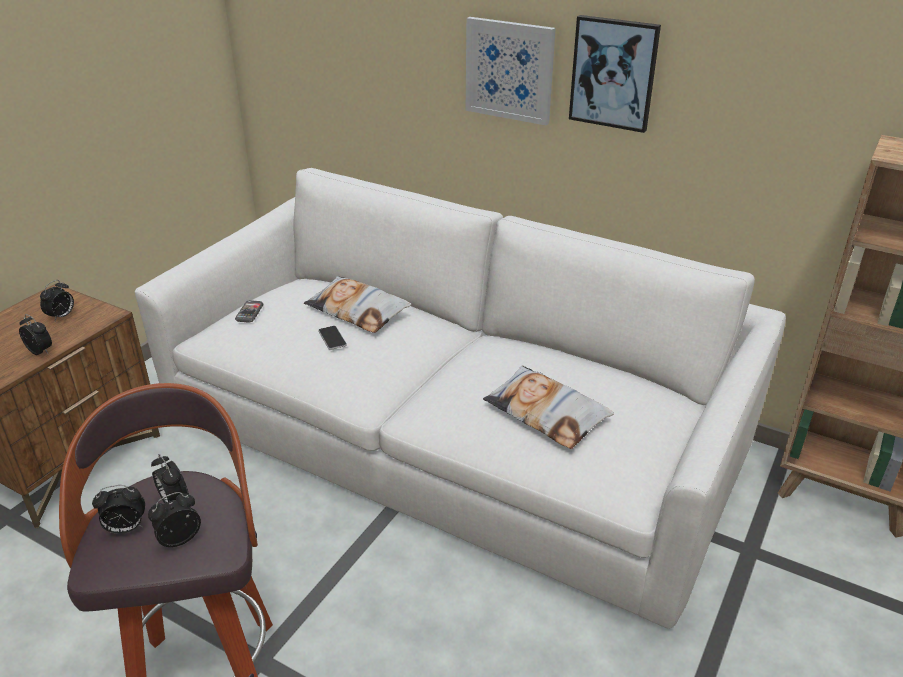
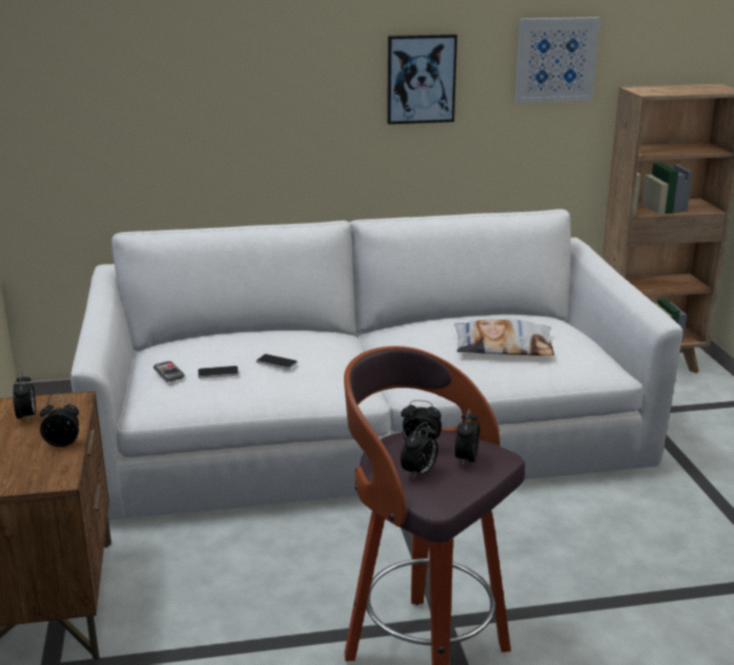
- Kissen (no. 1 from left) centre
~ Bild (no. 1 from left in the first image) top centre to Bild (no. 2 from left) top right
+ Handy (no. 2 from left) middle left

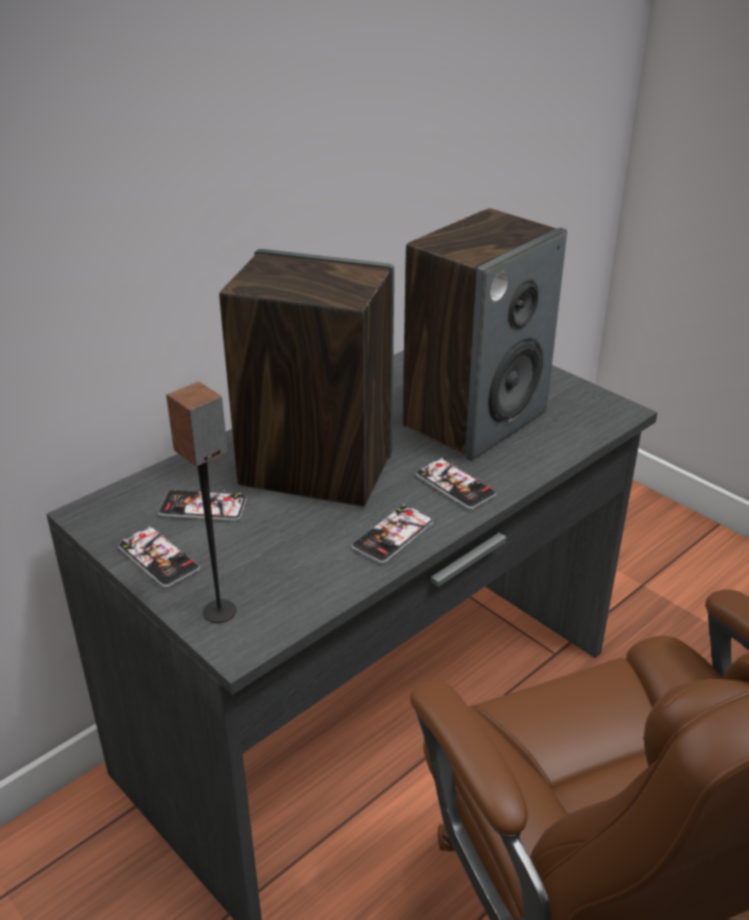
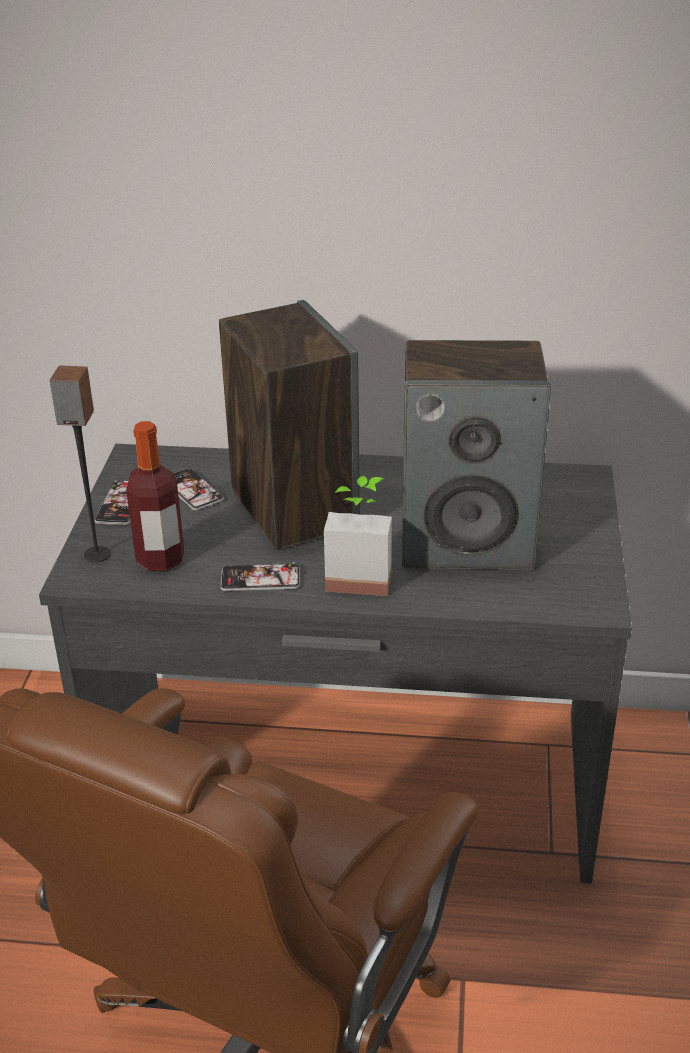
~ Handy (no. 4 from left) centre to Topfpflanze centre
+ Flasche middle left

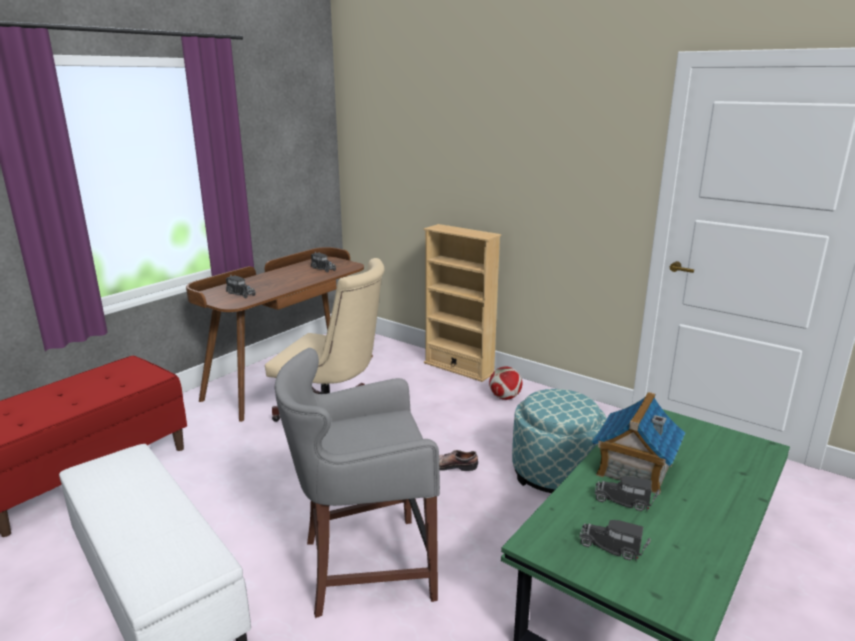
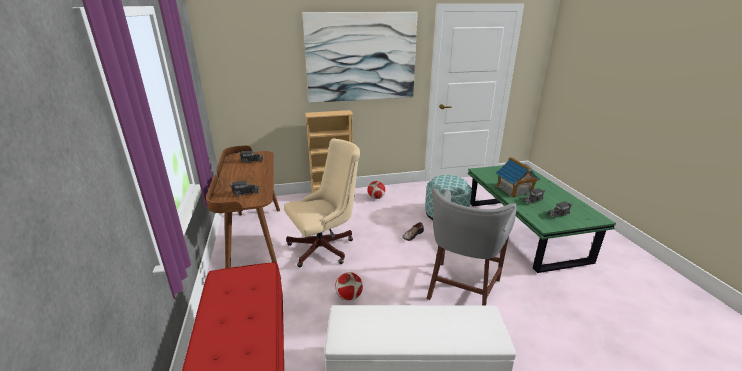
+ Bild top centre
+ Fußball (no. 1 from left) bottom centre

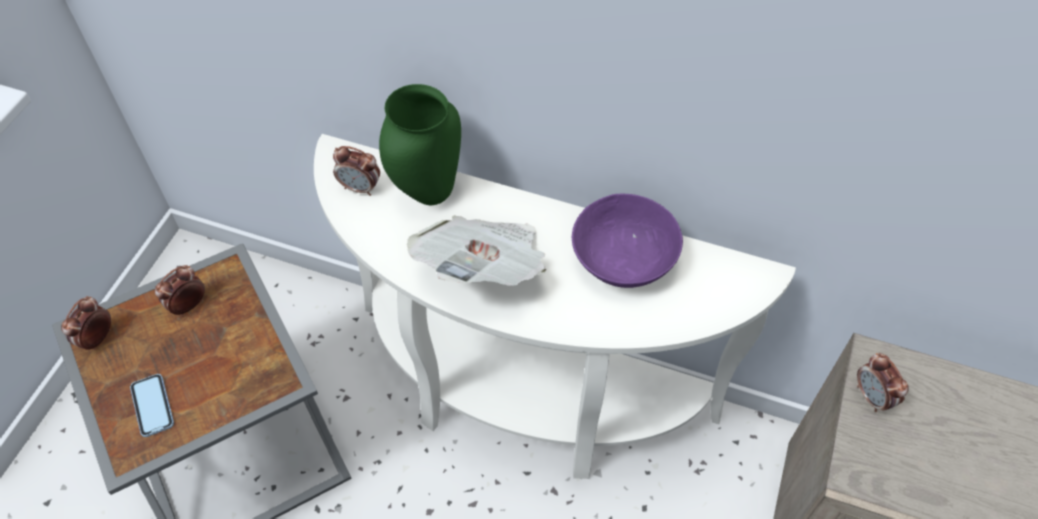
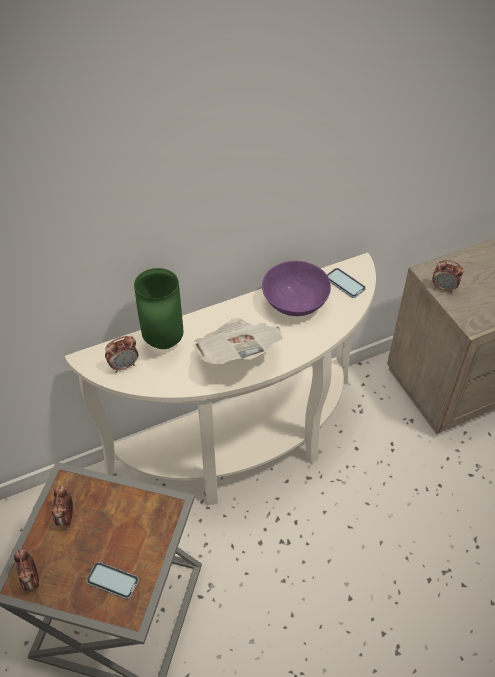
+ Handy (no. 2 from left) middle right

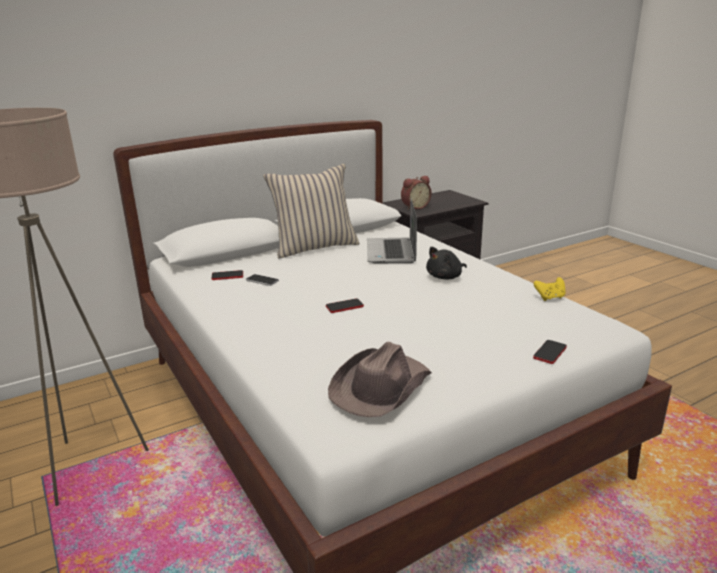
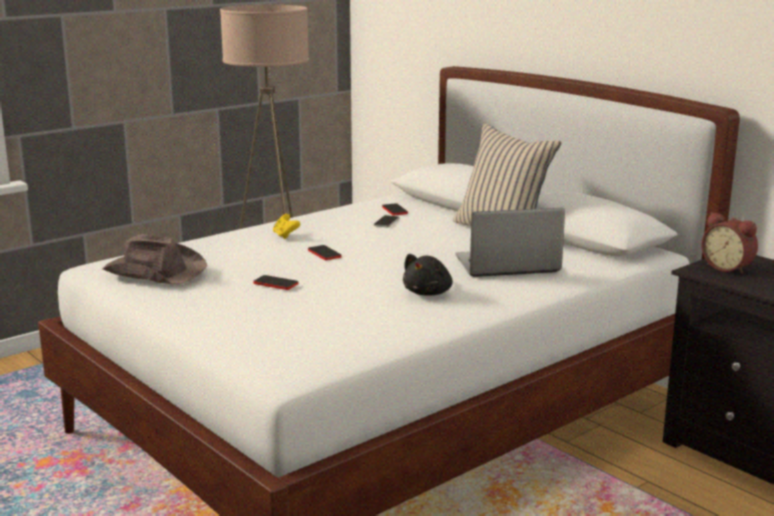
~ Plüschtier [schwarz] centre = centre 105 degrees counterclockwise
~ Handy (no. 4 from left in the first image) middle right to Handy (no. 1 from left) centre
~ Gamepad [gelb] middle right to centre

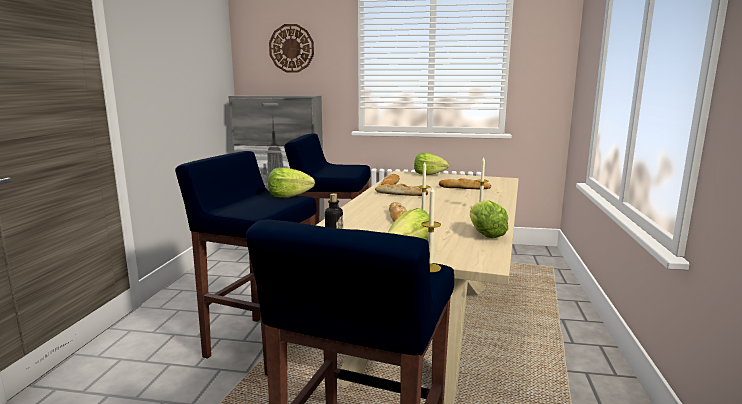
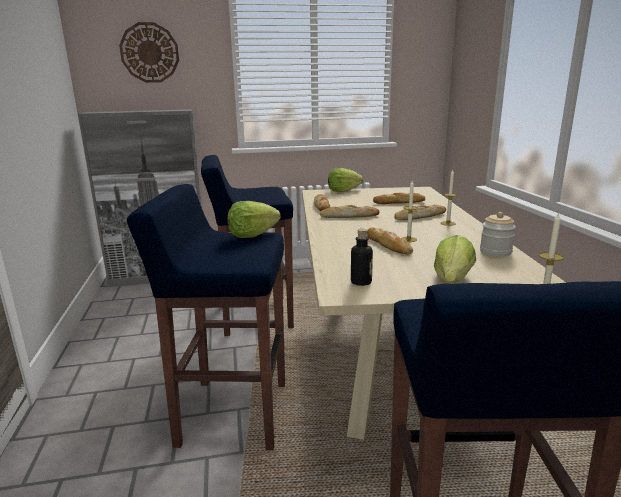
~ Salatkopf (no. 4 from left) centre to Vorratsglas middle right
+ Brot (no. 5 from left) middle right

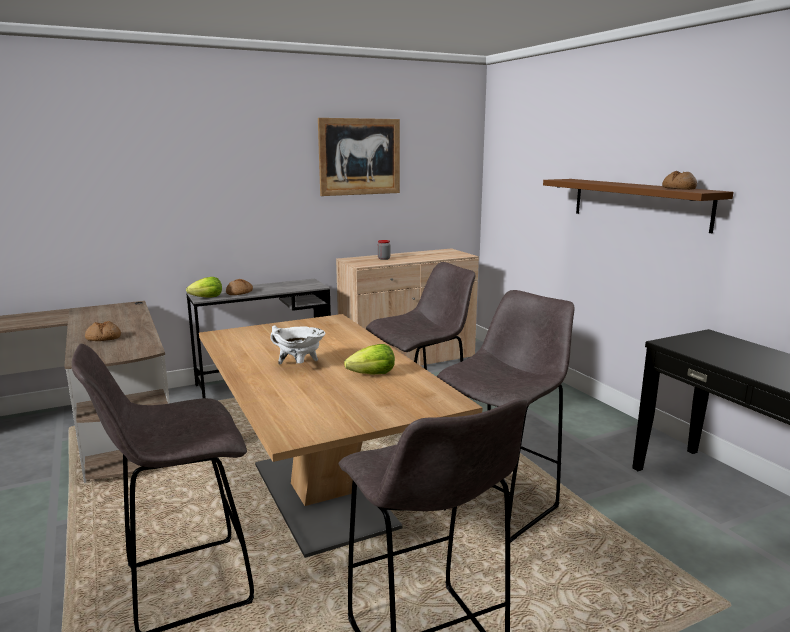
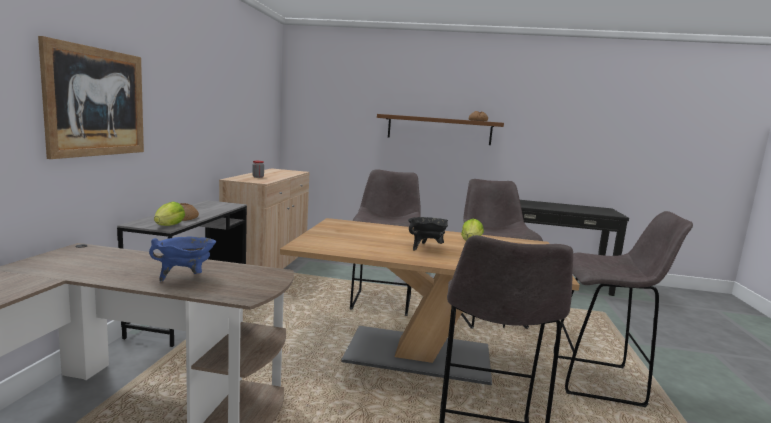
~ Brot (no. 1 from left) middle left to Kochtopf [blau] middle left
~ Kochtopf [weiß] centre to Kochtopf [schwarz] centre
~ Bild top centre to top left

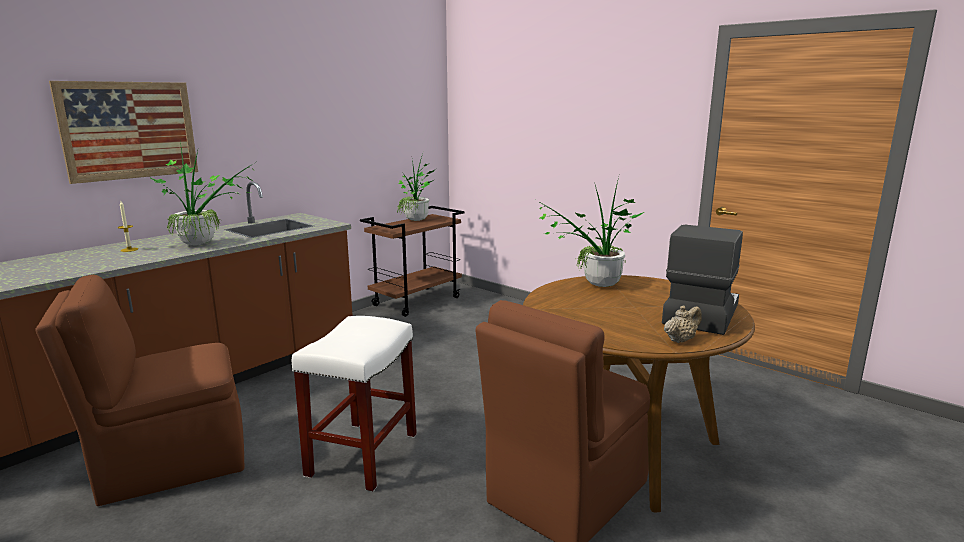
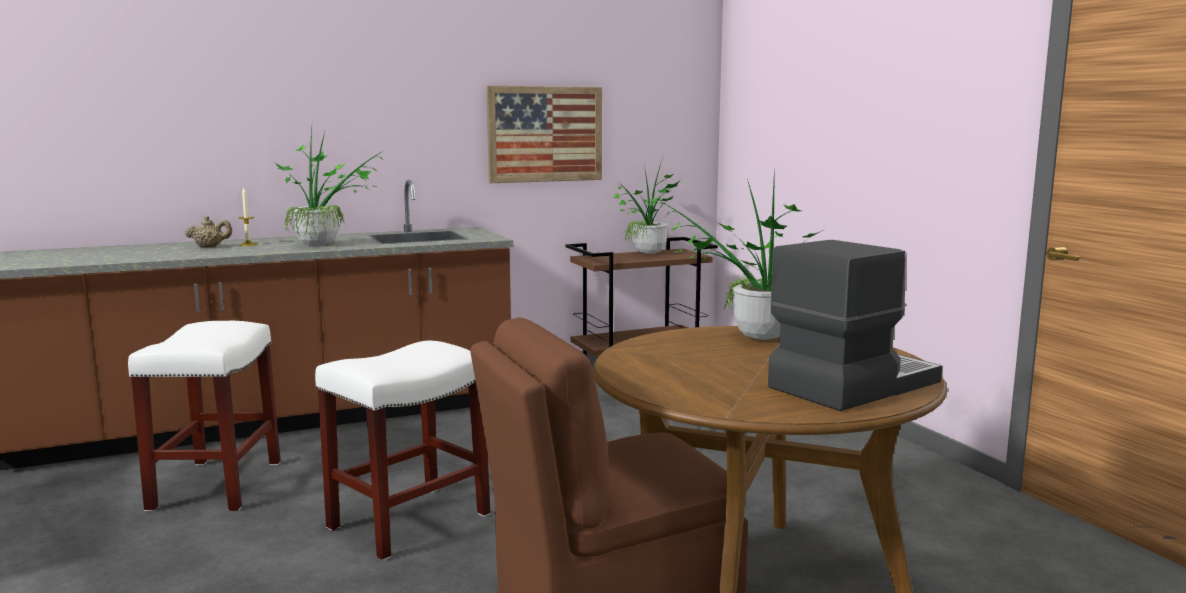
~ Stuhl [braun] (no. 1 from left) bottom left to Hocker [weiß] (no. 1 from left) bottom left
~ Bild top left to top centre
~ Teekanne [beige] middle right to middle left

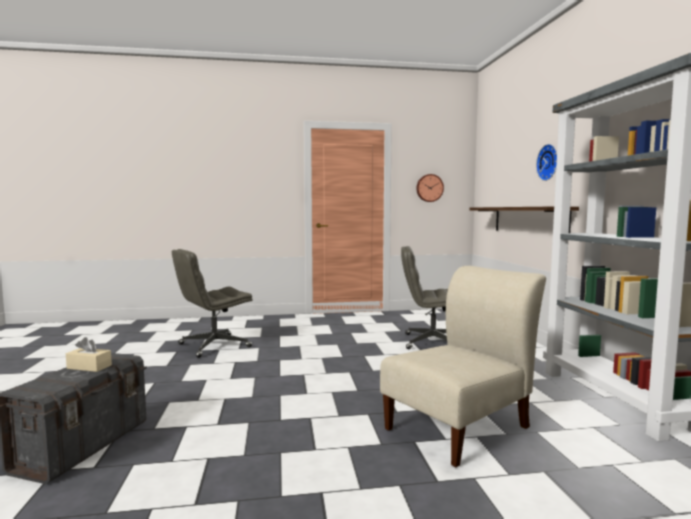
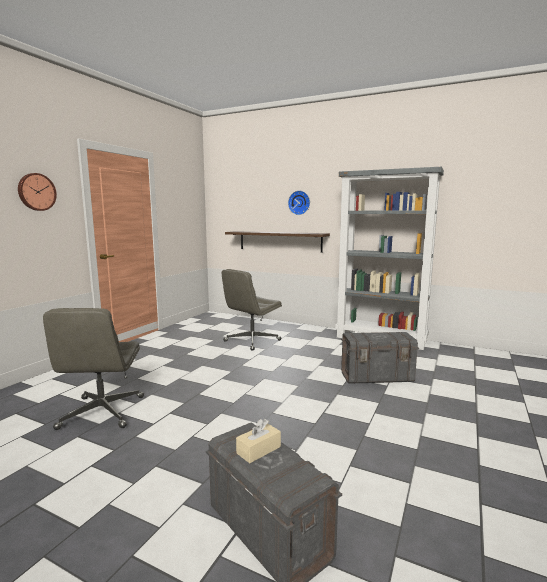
~ Stuhl [beige] bottom right to Aufbewahrungsbox [grau] (no. 2 from left) middle right
~ Wanduhr (no. 1 from left) centre to top left

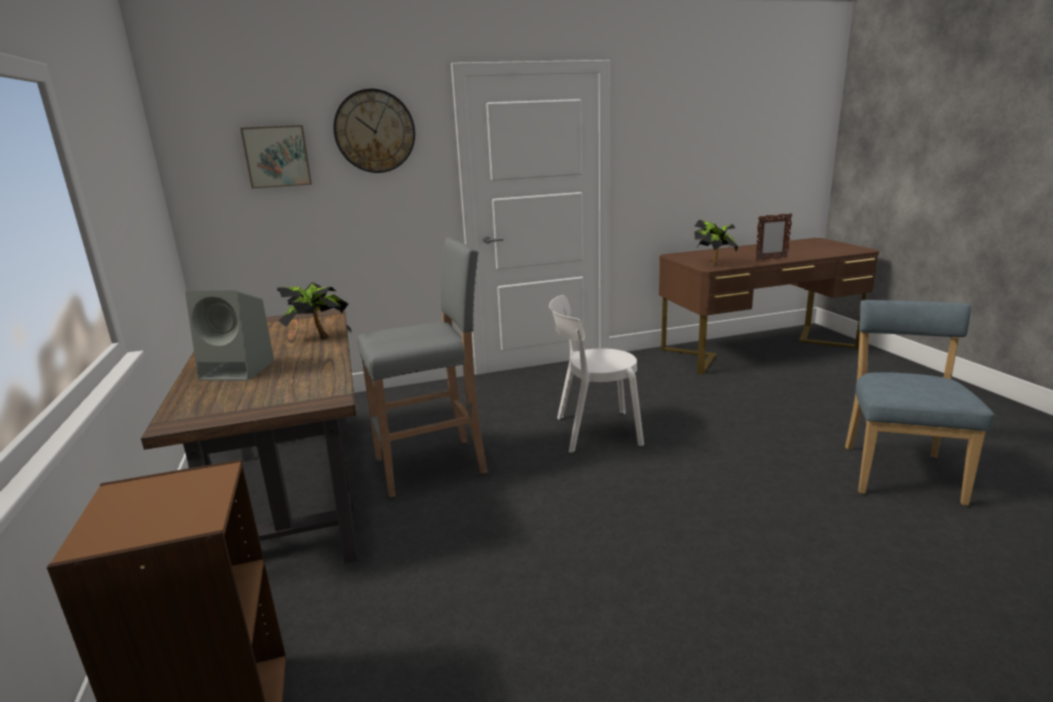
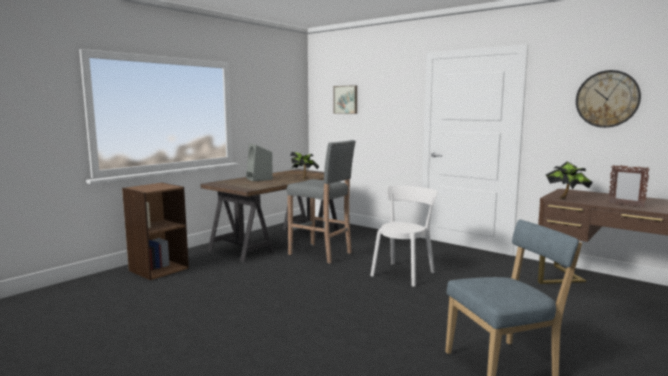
~ Wanduhr top centre to top right
~ Stuhl [weiß] centre = centre 75 degrees clockwise

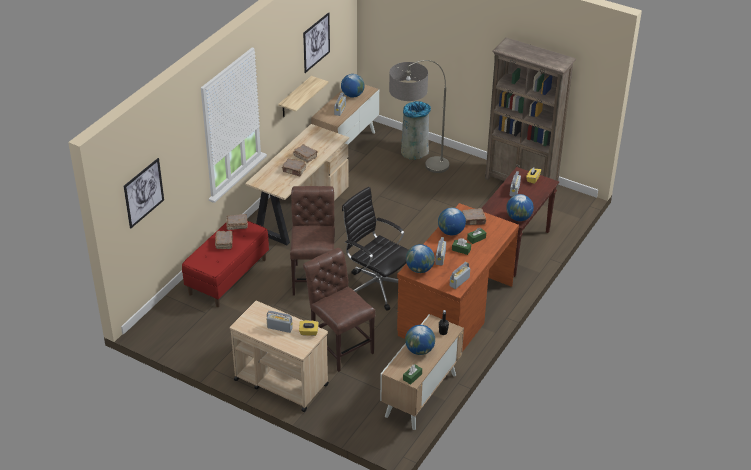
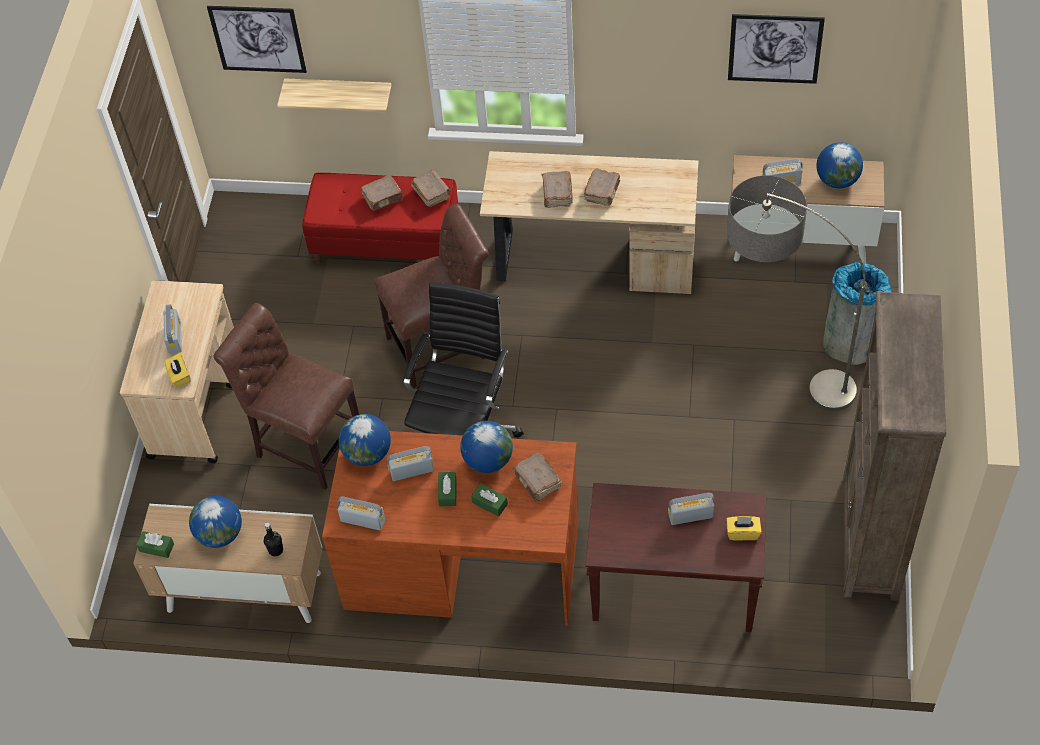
~ Wandregal top centre to top left
~ Stuhl [braun] (no. 2 from left in the first image) centre = middle left 90 degrees counterclockwise
- Globus (no. 5 from left) middle right

